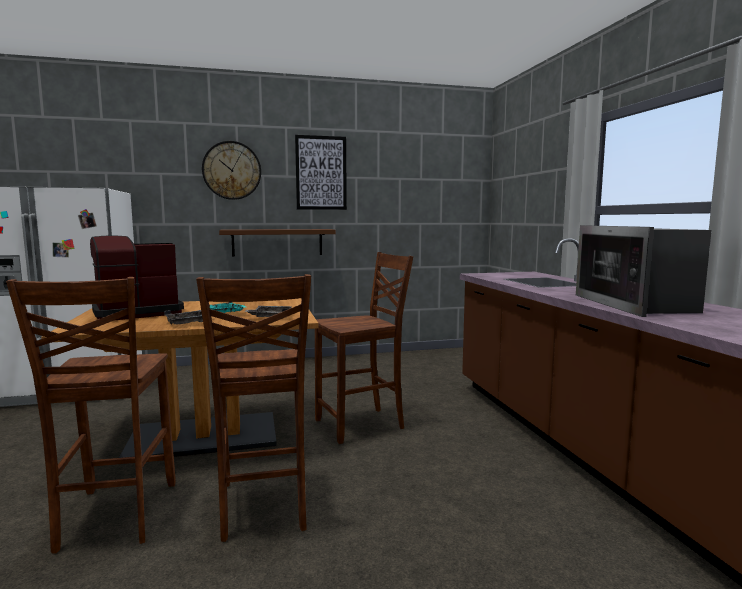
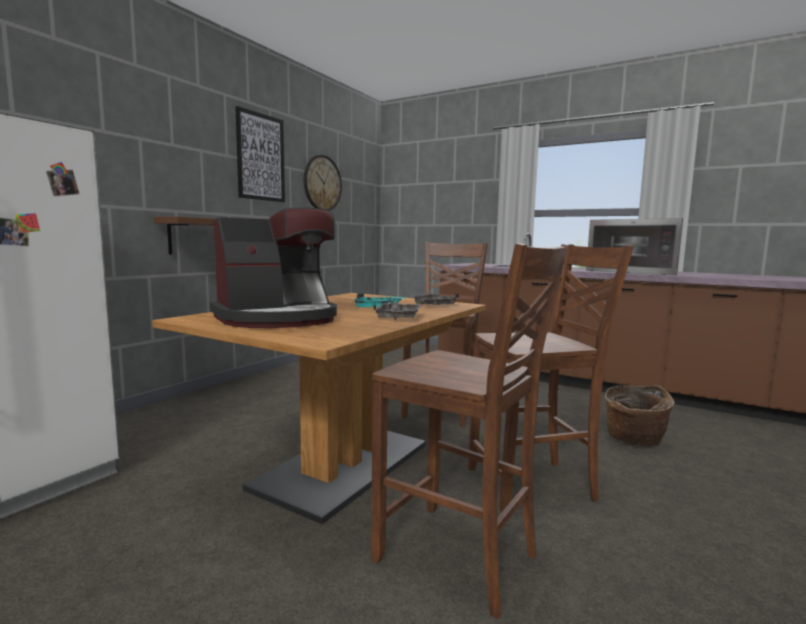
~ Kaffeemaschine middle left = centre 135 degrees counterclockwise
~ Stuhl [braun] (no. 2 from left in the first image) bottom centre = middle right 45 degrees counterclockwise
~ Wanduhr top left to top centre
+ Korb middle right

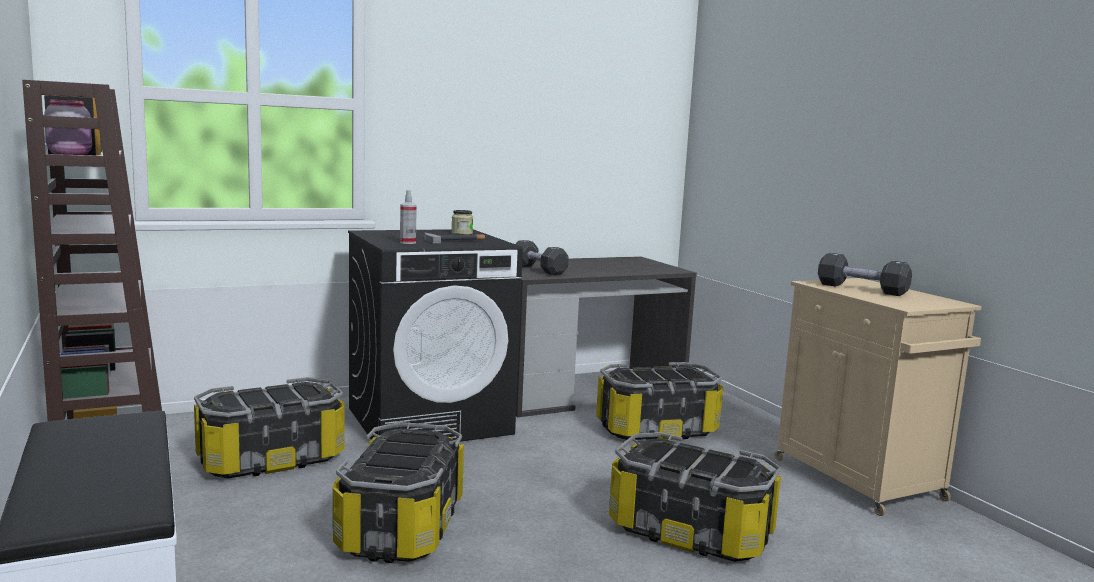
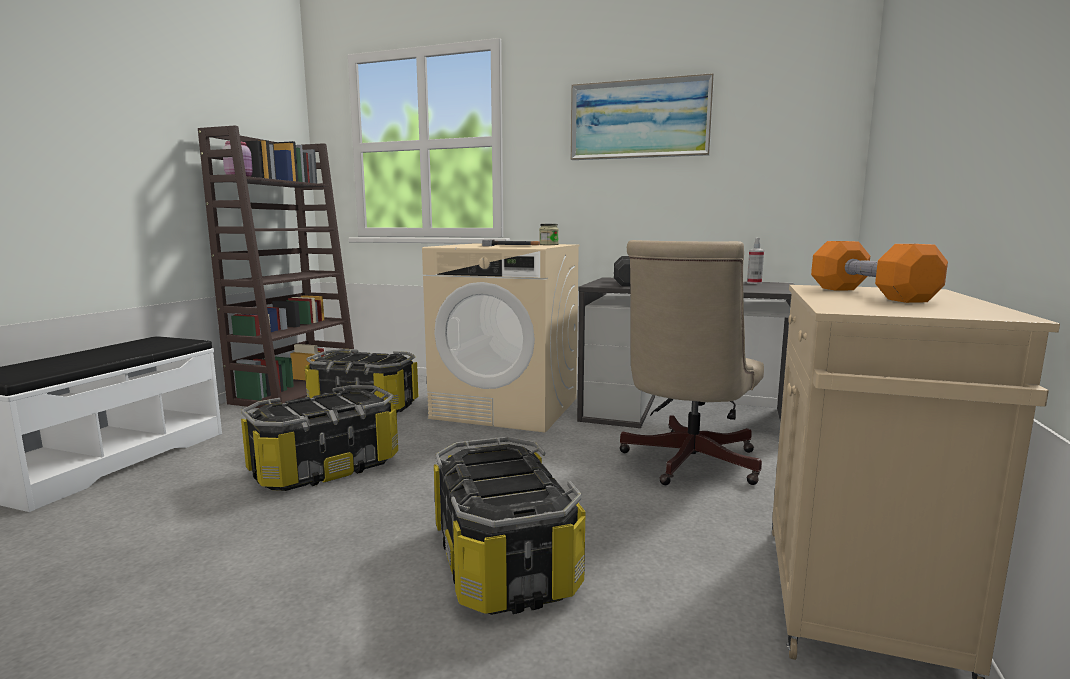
~ Waschmaschine [schwarz] centre to Waschmaschine [beige] centre
~ Sprühflasche centre to middle right
~ Aufbewahrungsbox (no. 3 from left) bottom centre to Bürostuhl [beige] centre
~ Hantel [schwarz] (no. 2 from left) middle right to Hantel [orange] middle right
+ Bild top centre

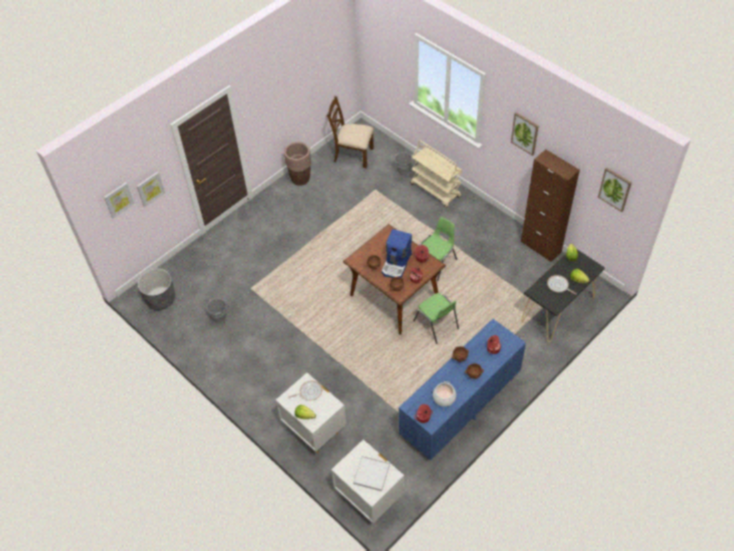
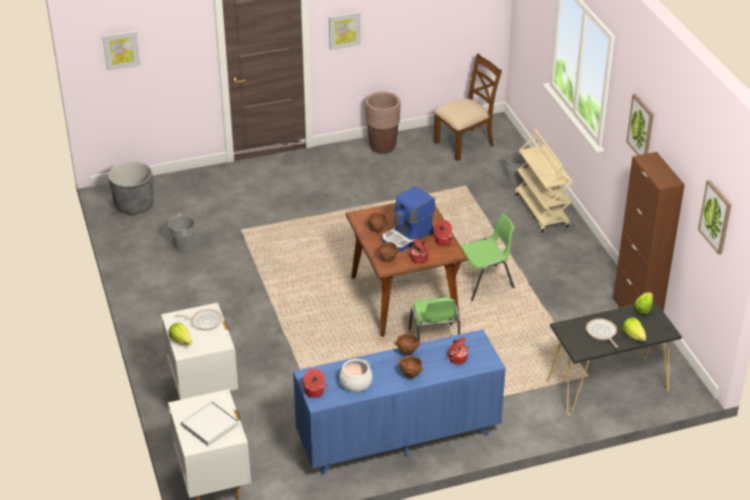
~ Bild (no. 2 from left) middle left to top centre
~ Stuhl [braun] top centre = top centre 105 degrees clockwise

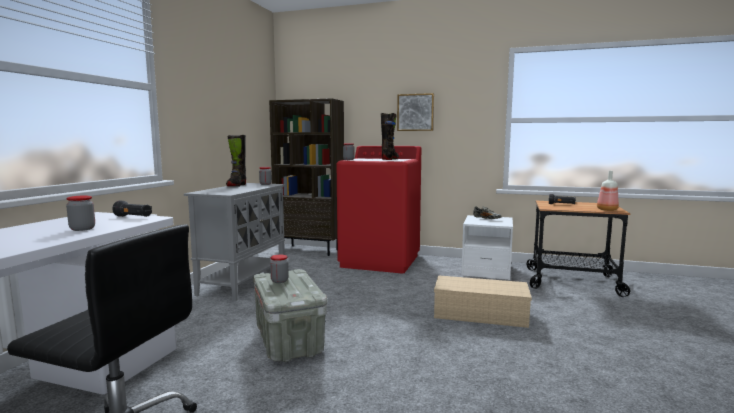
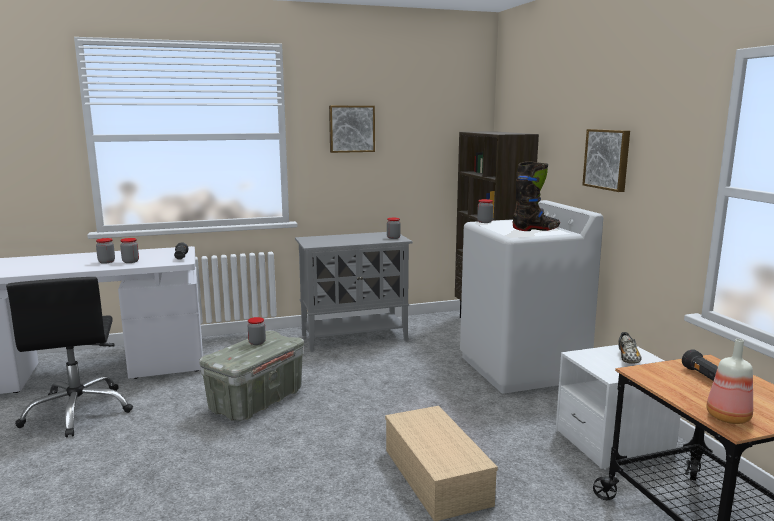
- Stiefel [schwarz] (no. 1 from left) middle left
~ Waschmaschine [rot] centre to Waschmaschine [weiß] middle right
+ Vorratsglas (no. 1 from left) middle left
+ Bild (no. 1 from left) top centre

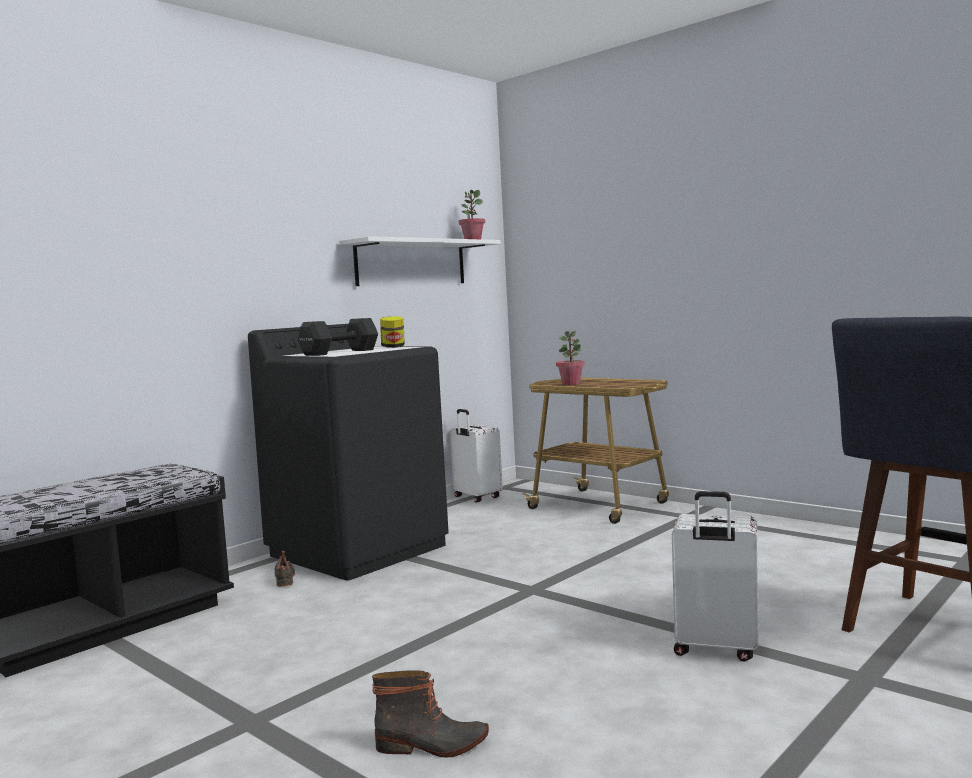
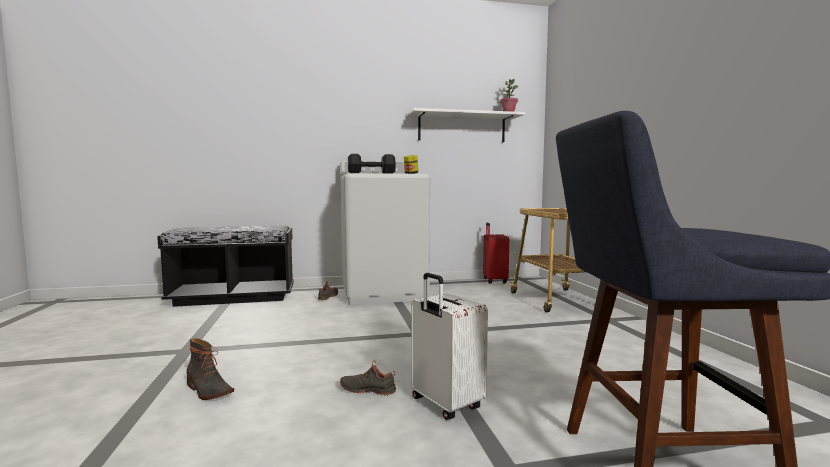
~ Waschmaschine [schwarz] centre to Waschmaschine [weiß] centre
~ Koffer [weiß] (no. 1 from left) centre to Koffer [rot] centre
- Topfpflanze (no. 2 from left) centre
+ Schuh [schwarz] (no. 2 from left) bottom centre

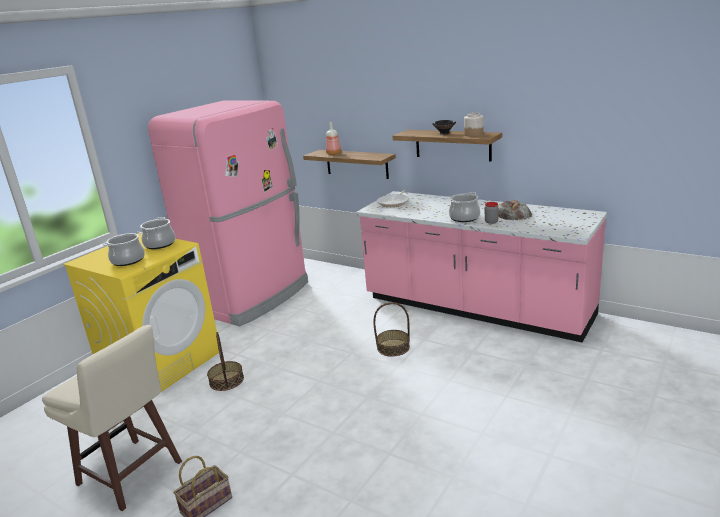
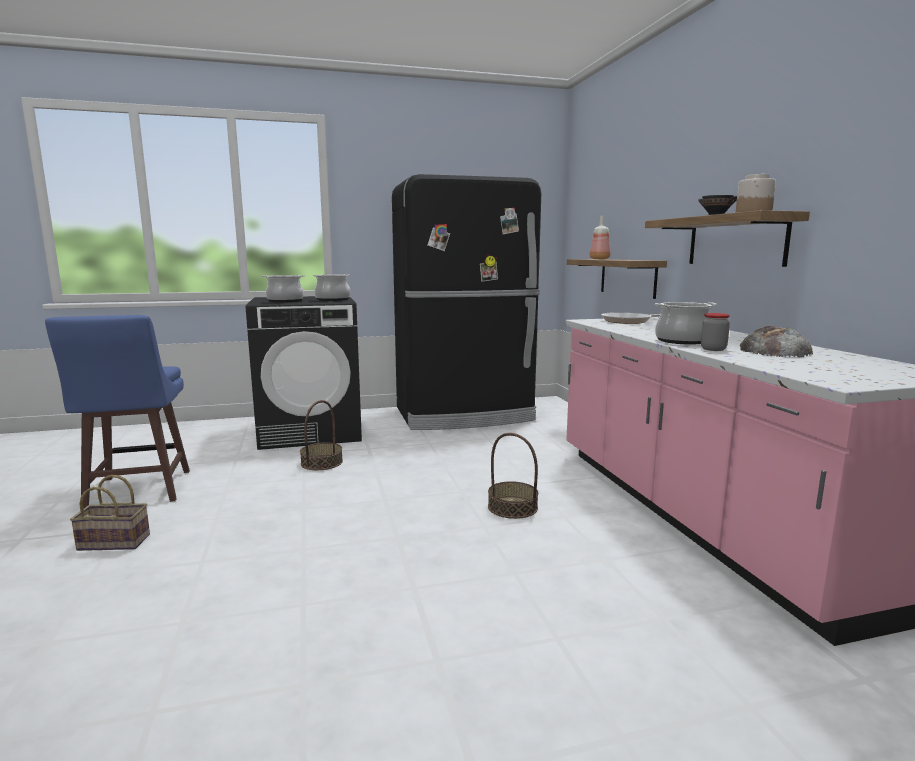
~ Hocker [beige] bottom left to Hocker [blau] middle left
~ Waschmaschine [gelb] middle left to Waschmaschine [schwarz] middle left
~ Kühlschrank [rosa] middle left to Kühlschrank [schwarz] centre

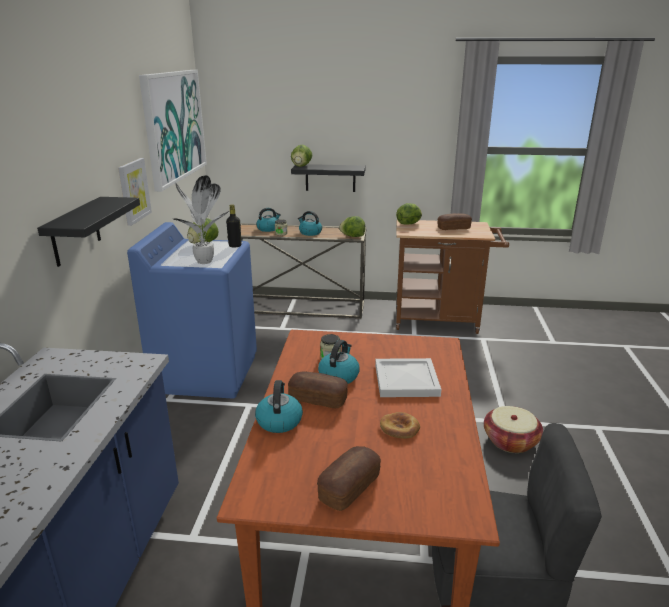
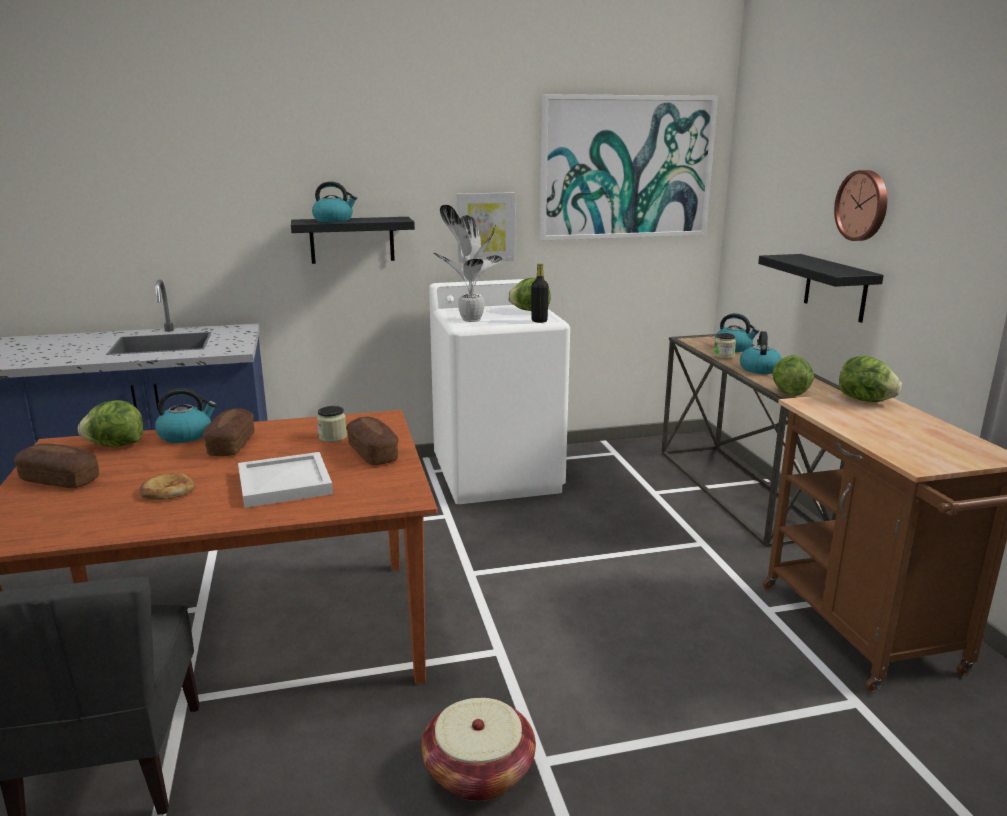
~ Waschmaschine [blau] middle left to Waschmaschine [weiß] centre
~ Salatkopf (no. 2 from left in the first image) top centre to Salatkopf (no. 1 from left) middle left
~ Wasserkessel (no. 4 from left in the first image) centre to Wasserkessel (no. 2 from left) top left
~ Brot (no. 4 from left) middle right to centre
+ Wanduhr top right

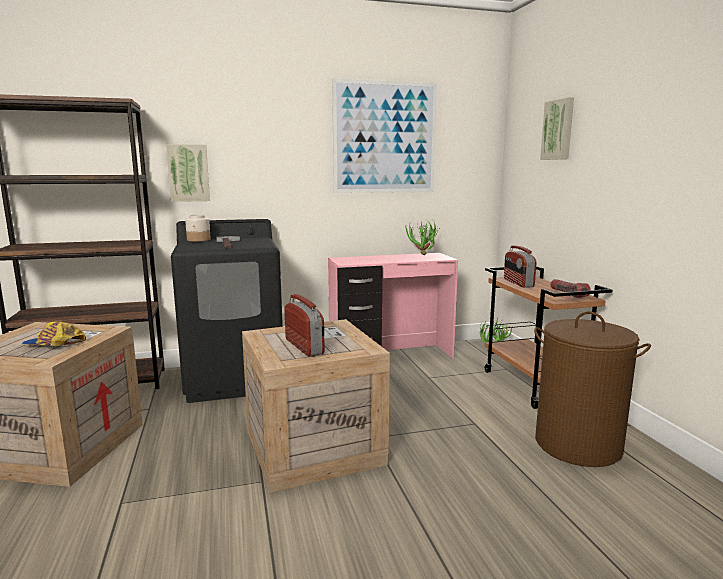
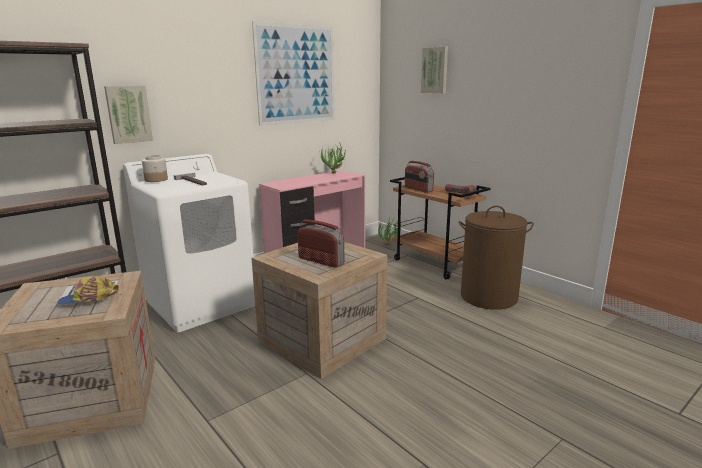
~ Waschmaschine [schwarz] middle left to Waschmaschine [weiß] middle left

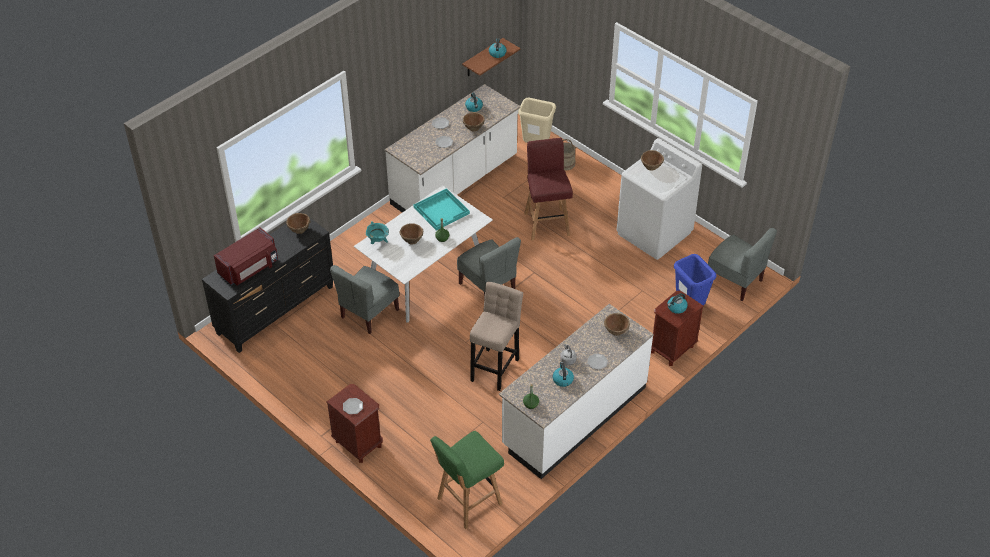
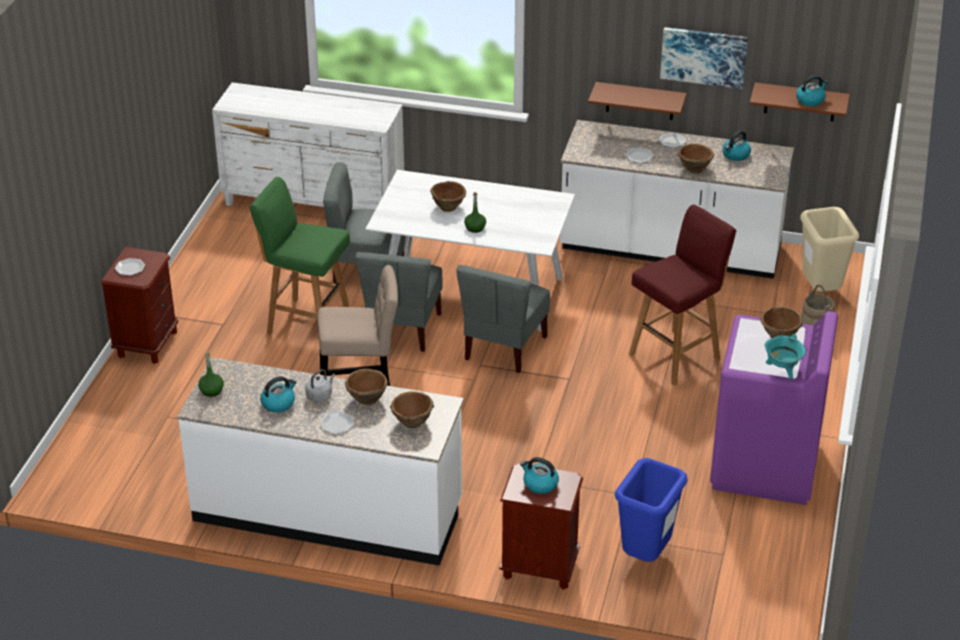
~ Kommode [schwarz] middle left to Kommode [weiß] top left
- Mikrowelle [rot] middle left
~ Schüssel [braun] (no. 1 from left) middle left to centre
~ Kochtopf [türkis] centre to middle right
- Tablett [türkis] centre
~ Hocker [grün] bottom centre to middle left
~ Waschmaschine [weiß] centre to Waschmaschine [lila] middle right
~ Stuhl [grau] (no. 3 from left in the first image) middle right to Stuhl [grau] (no. 2 from left) centre
+ Wandregal [braun] (no. 1 from left) top centre
+ Bild top right

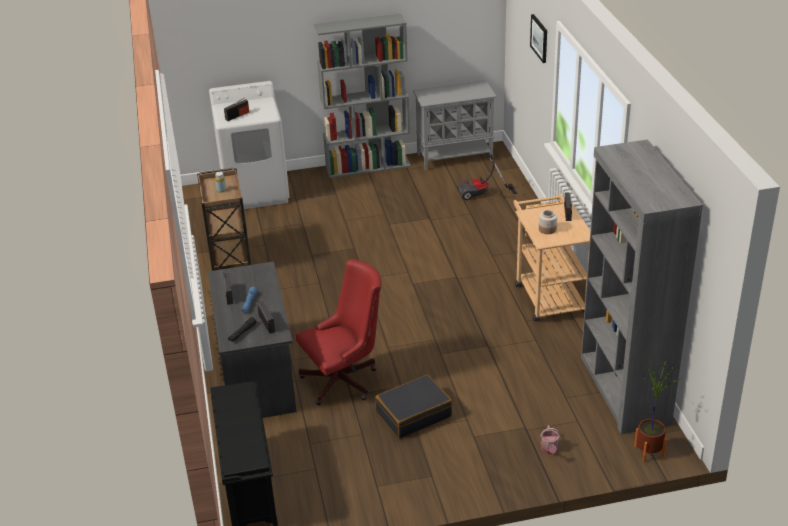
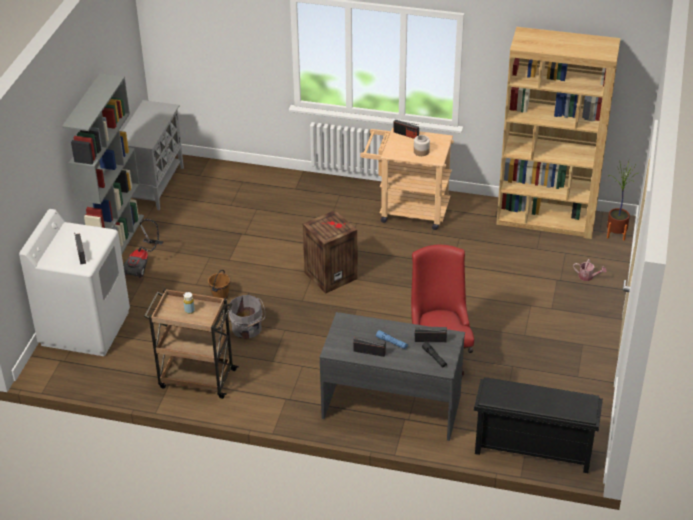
- Koffer [schwarz] bottom centre
~ Staubsauger centre to middle left
- Bild top right
~ Bücherregal [grau] (no. 2 from left) middle right to Bücherregal [braun] top right
+ Eimer [braun] middle left
+ Eimer [grau] centre
+ Kiste centre

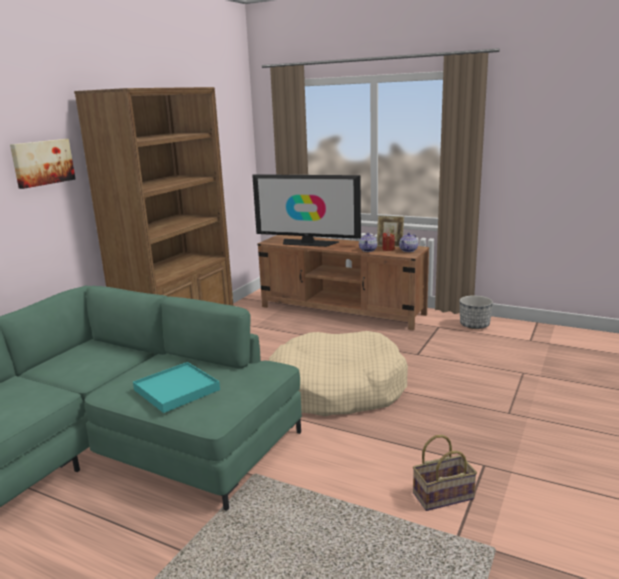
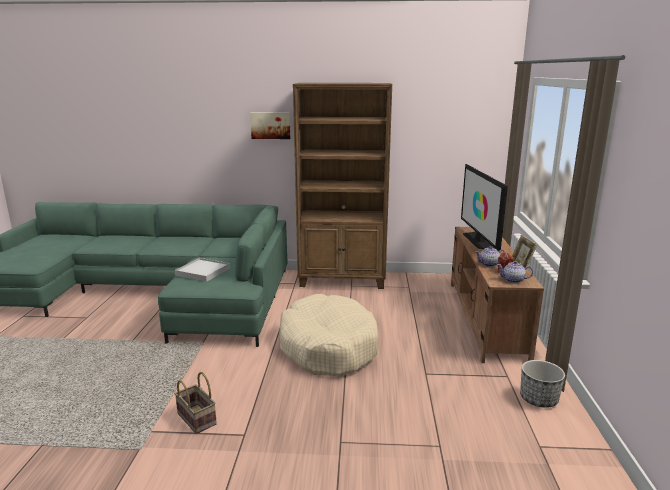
~ Tablett [türkis] bottom left to Tablett [weiß] middle left

